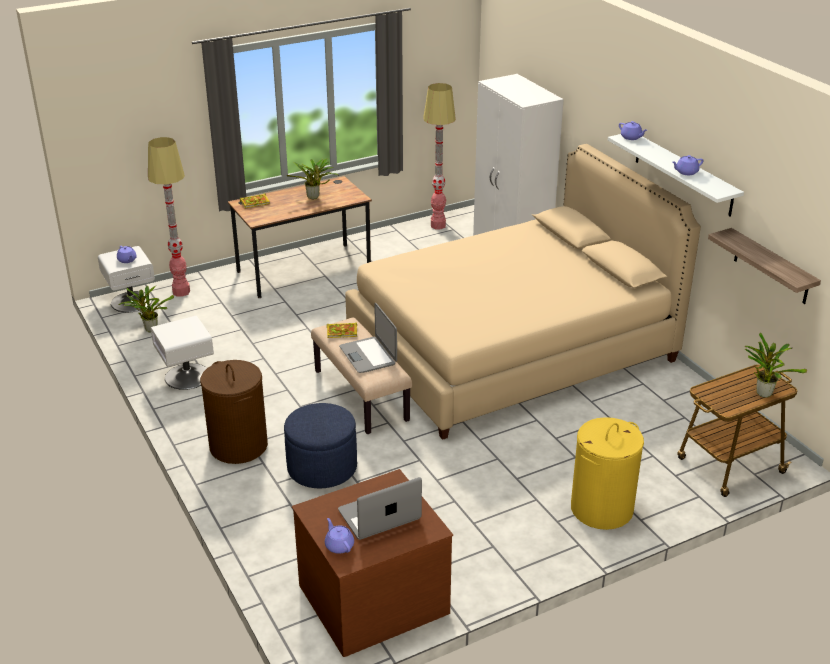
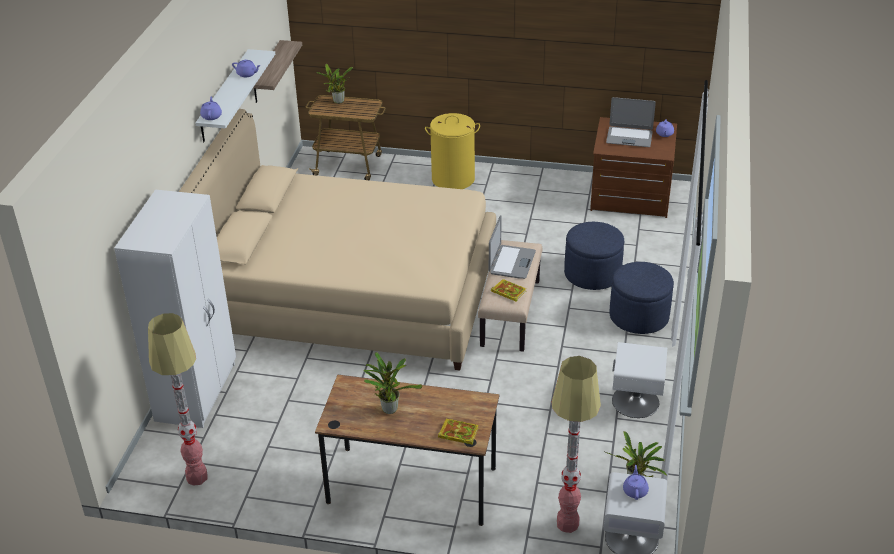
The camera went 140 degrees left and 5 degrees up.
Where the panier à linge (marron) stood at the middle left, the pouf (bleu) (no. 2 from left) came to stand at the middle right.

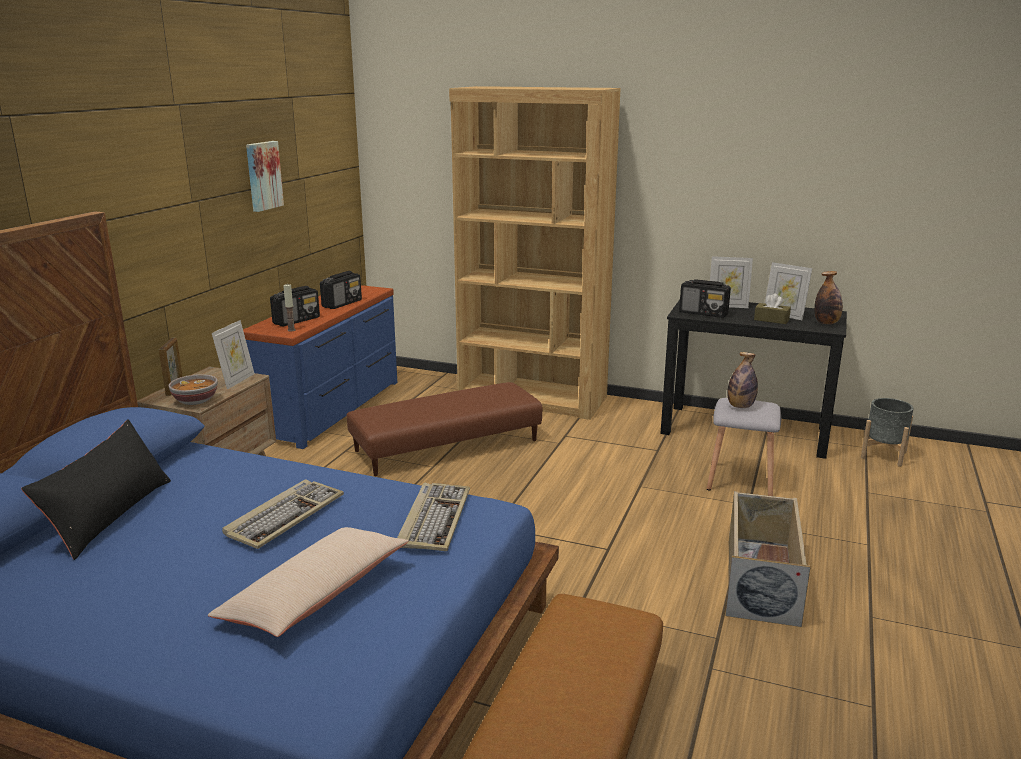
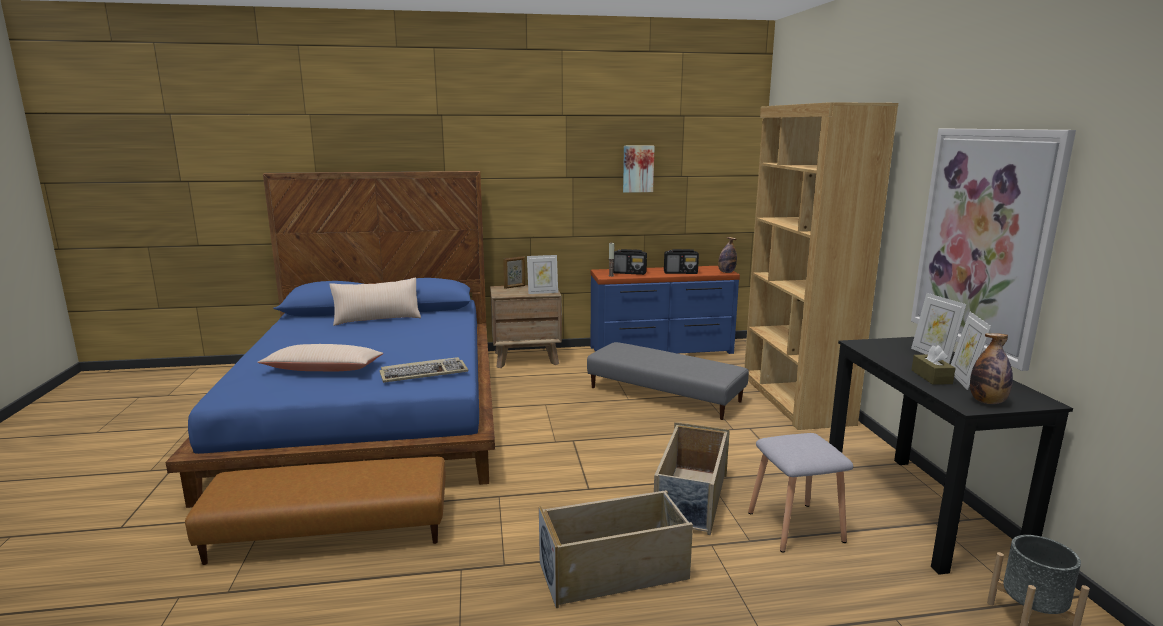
The camera went 60 degrees right and 5 degrees down.
The second view lost the radio (no. 3 from left) at the middle right.
The bouteille (no. 1 from left) ended up elsewhere, having gone from the middle right to the centre.
The second view lost the bol at the middle left.
What was the pouf (marron) (no. 1 from left) at the centre turned into the pouf (gris) at the centre.
What was the coussin (noir) at the middle left turned into the coussin (beige) (no. 2 from left) at the middle left.
The second view lost the clavier (no. 1 from left) at the bottom left.
The second view gained the tableau (no. 2 from left) at the middle right.
The second view gained the boîte de rangement (beige) (no. 2 from left) at the bottom centre.

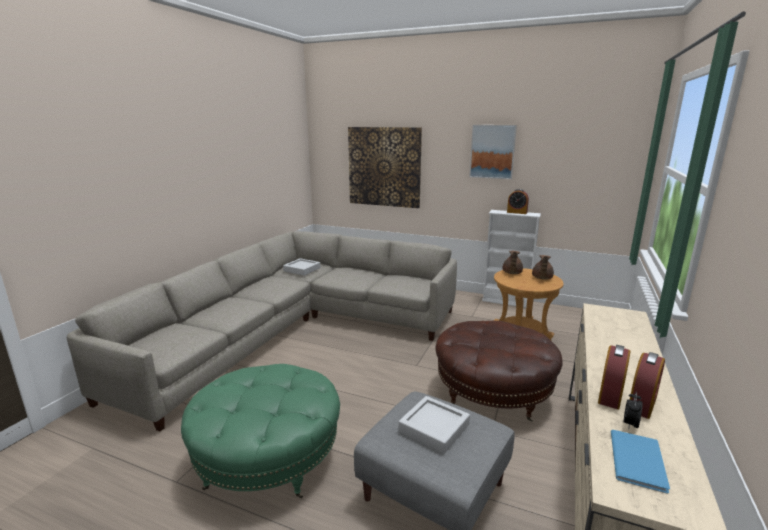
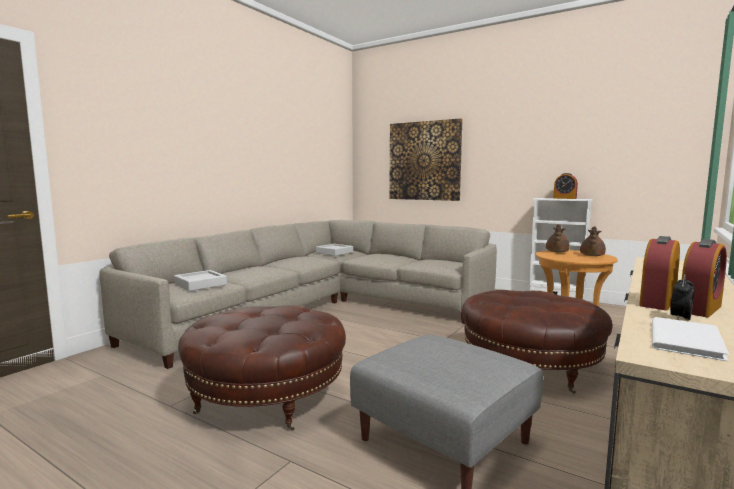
The camera went 10 degrees right and 10 degrees down.
The second view lost the tableau (no. 2 from left) at the top centre.
What was the pouf (vert) at the bottom centre turned into the pouf (marron) (no. 1 from left) at the bottom centre.
The plateau (gris) (no. 2 from left in the first image) ended up elsewhere, having gone from the bottom centre to the middle left.
What was the livre (bleu) at the bottom right turned into the livre (blanc) at the bottom right.

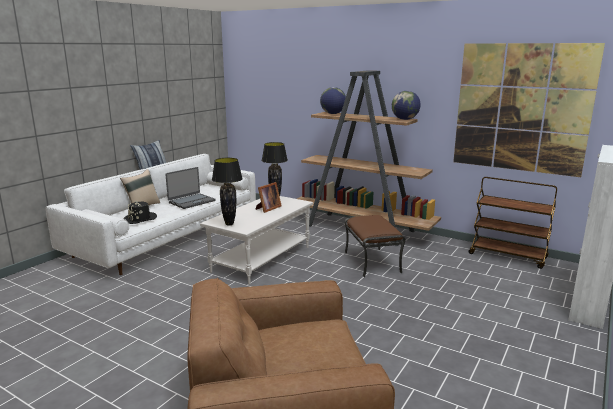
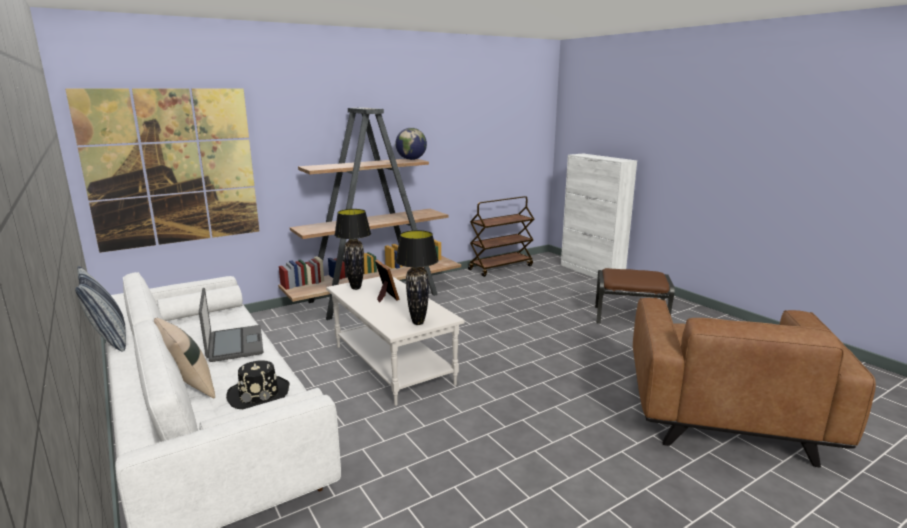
The camera went 65 degrees left and 0 degrees up.
The tableau ended up elsewhere, having gone from the top right to the top left.
The second view lost the globe (no. 1 from left) at the top centre.
The pouf (marron) ended up elsewhere, having gone from the centre to the middle right.

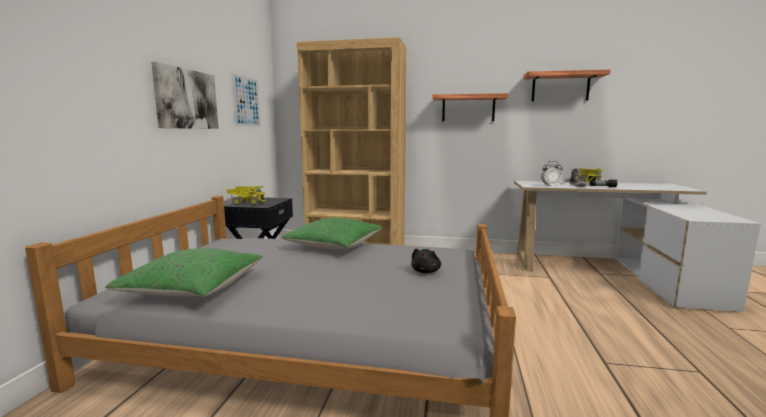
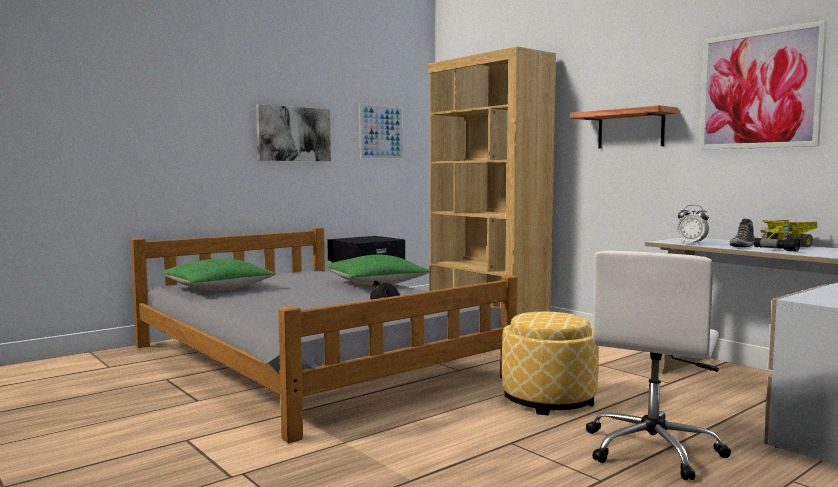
The camera went 40 degrees right and 5 degrees down.
Where the étagère (no. 2 from left) hung at the top right, the tableau (no. 3 from left) came to hang at the top right.
The second view lost the camion jouet (no. 1 from left) at the middle left.
The second view gained the chaise de bureau (blanc) at the bottom right.
The second view gained the pouf at the bottom centre.

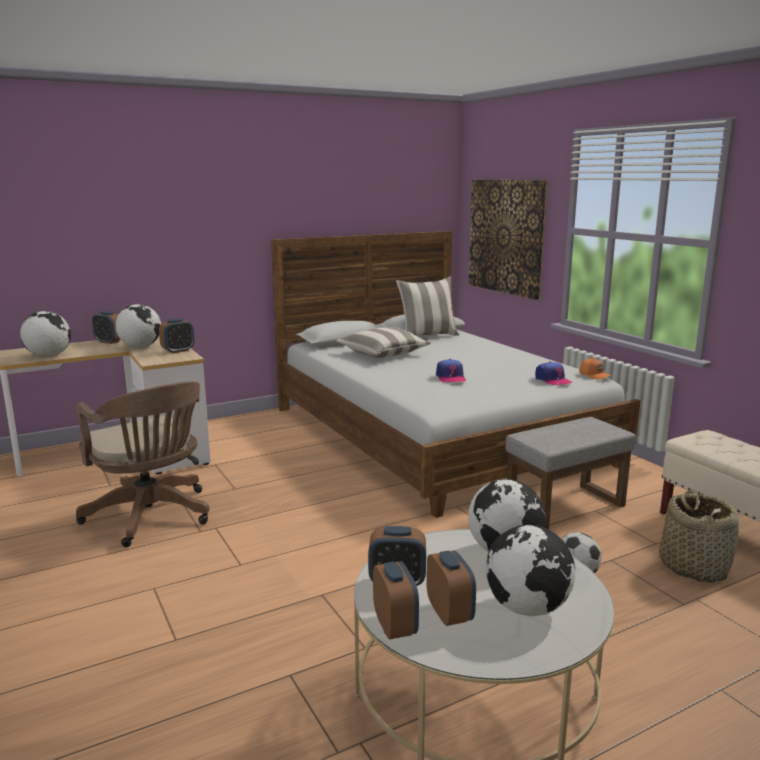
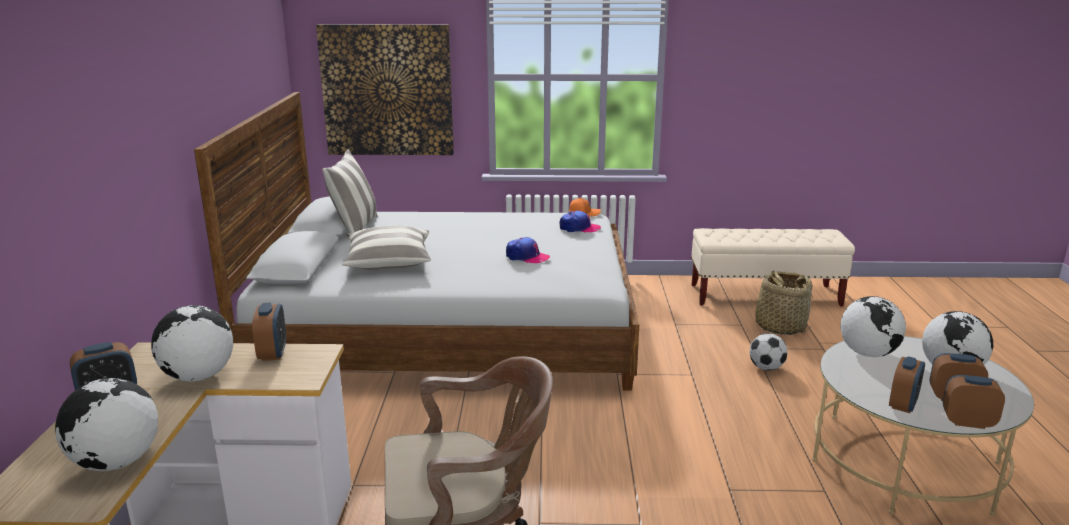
The camera went 60 degrees left and 5 degrees up.
The second view lost the pouf (gris) at the middle right.

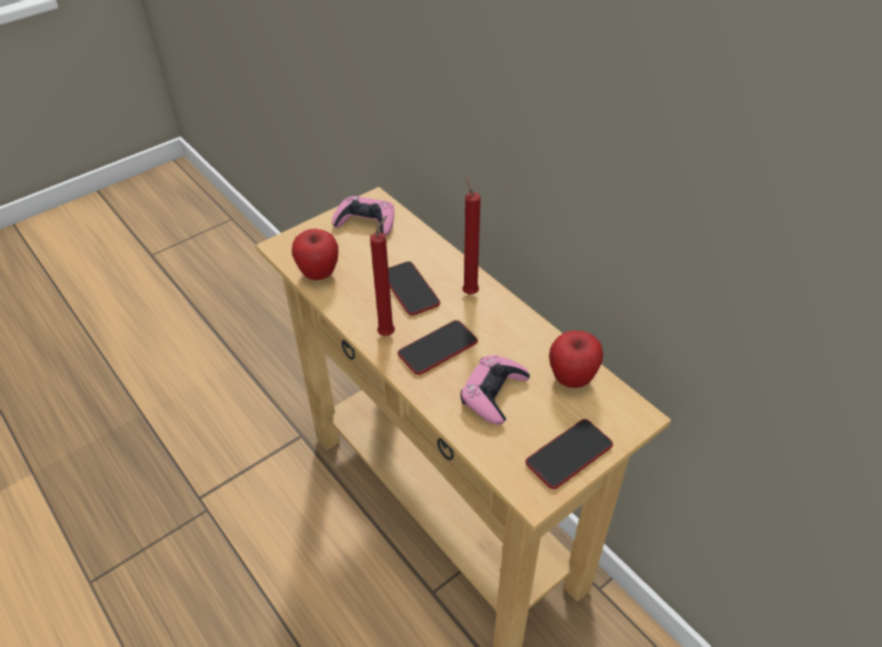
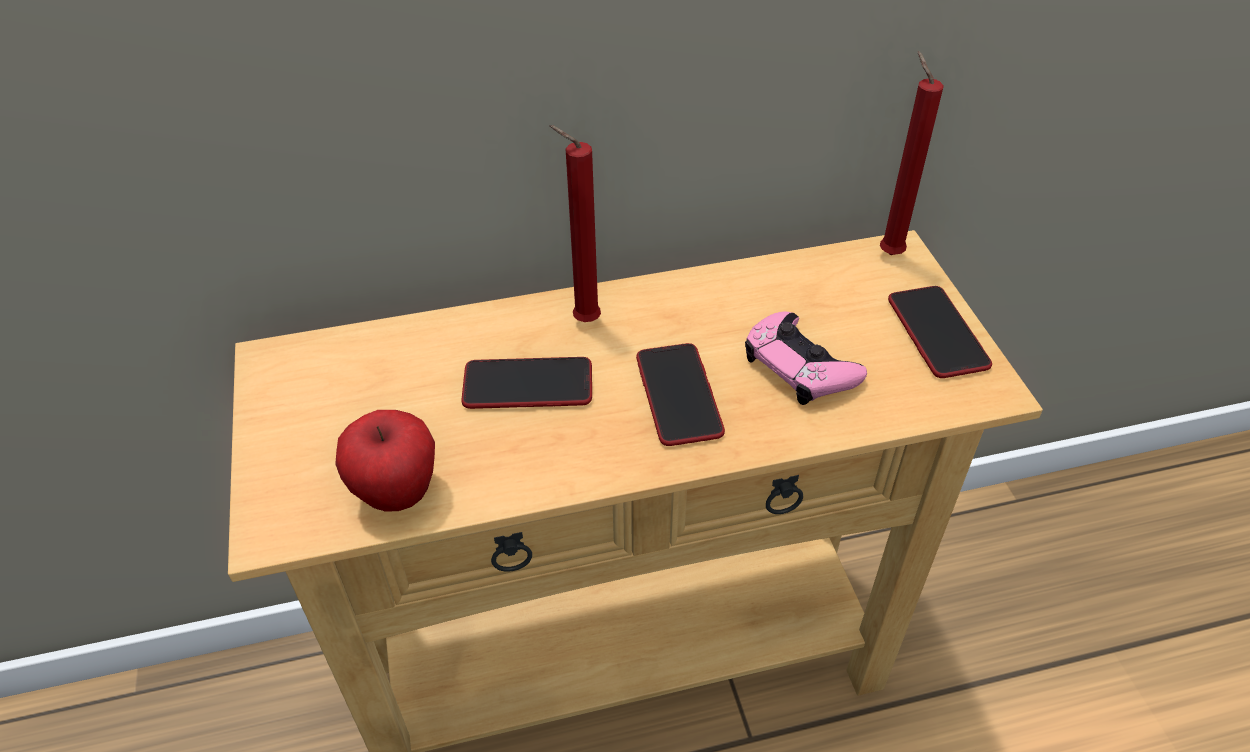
The camera went 65 degrees left and 0 degrees up.
The second view lost the manette (rose) (no. 1 from left) at the centre.
The bougie (rouge) (no. 1 from left in the first image) ended up elsewhere, having gone from the centre to the top right.
The second view lost the pomme (no. 2 from left) at the centre.

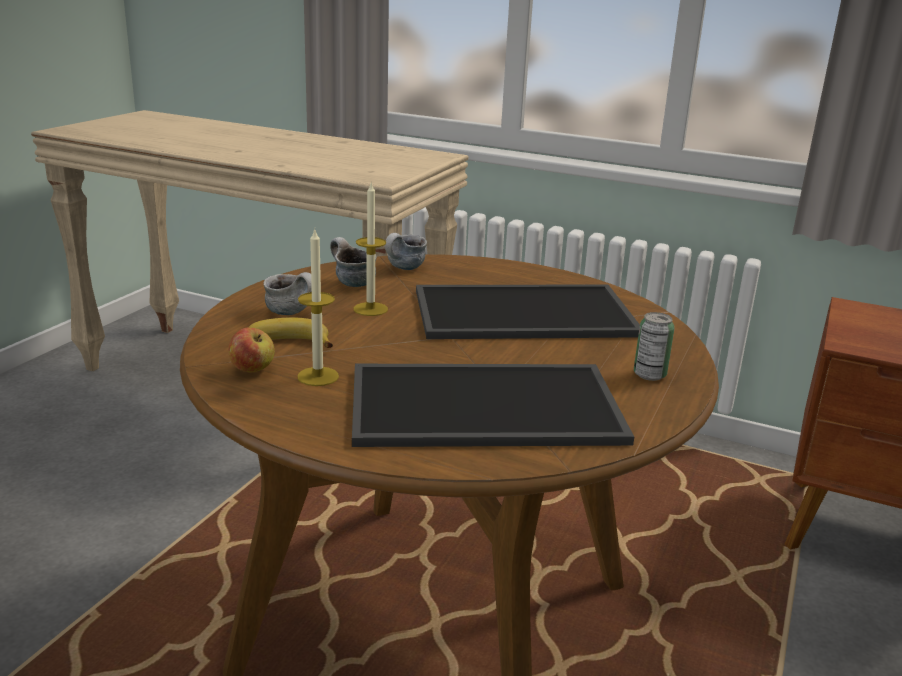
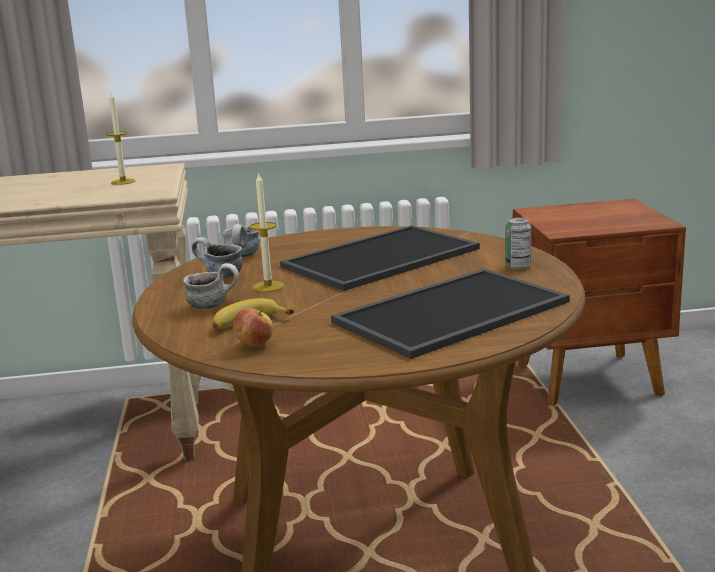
The camera went 30 degrees left and 5 degrees down.
The bougie (no. 1 from left) ended up elsewhere, having gone from the centre to the top left.

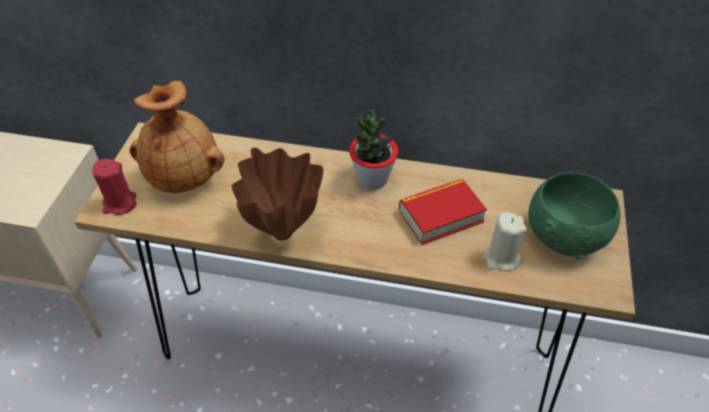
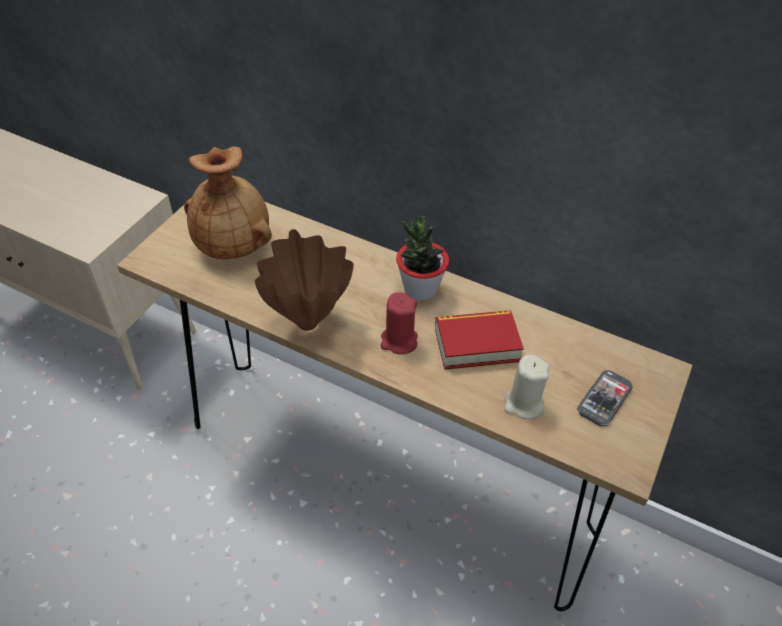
The camera went 15 degrees right and 0 degrees up.
The bougie (rouge) ended up elsewhere, having gone from the middle left to the centre.
Where the bol (vert) stood at the middle right, the téléphone came to stand at the middle right.

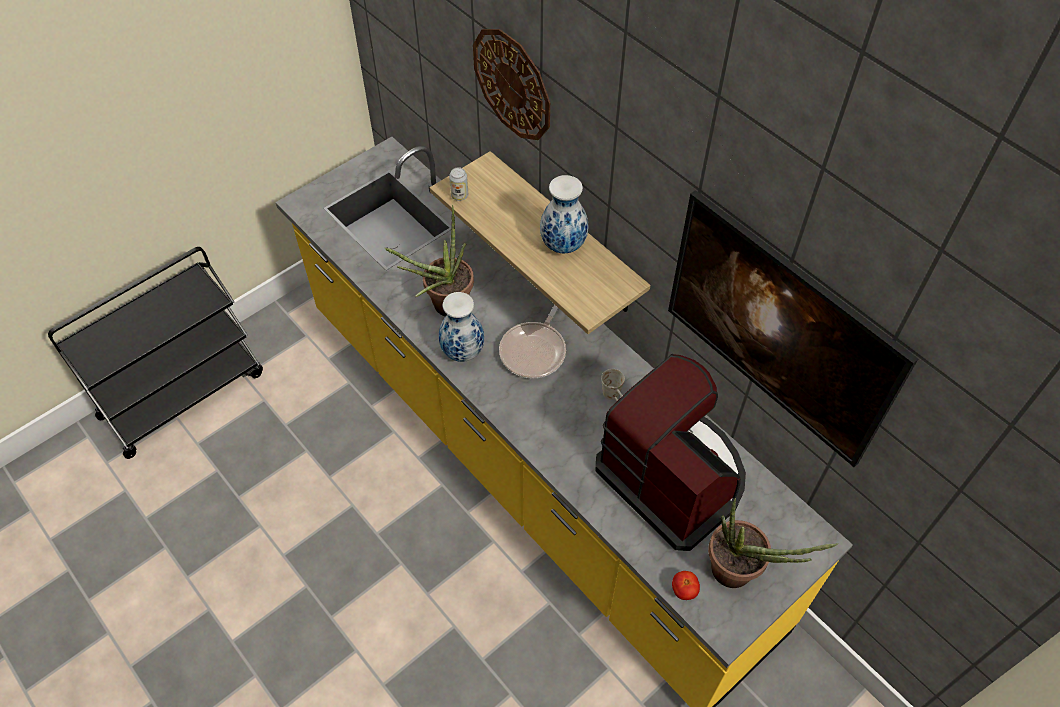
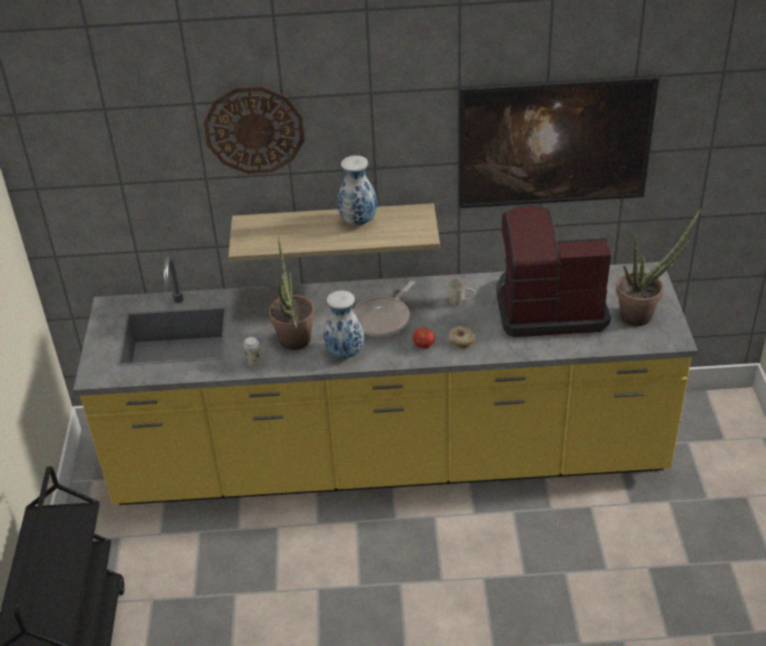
The camera went 50 degrees left and 15 degrees down.
The boîte métallique ended up elsewhere, having gone from the top centre to the middle left.
The poêle at the centre ended up facing another way, 60 degrees clockwise from before.
The tomate ended up elsewhere, having gone from the bottom centre to the centre.
The second view gained the beignet at the centre.

